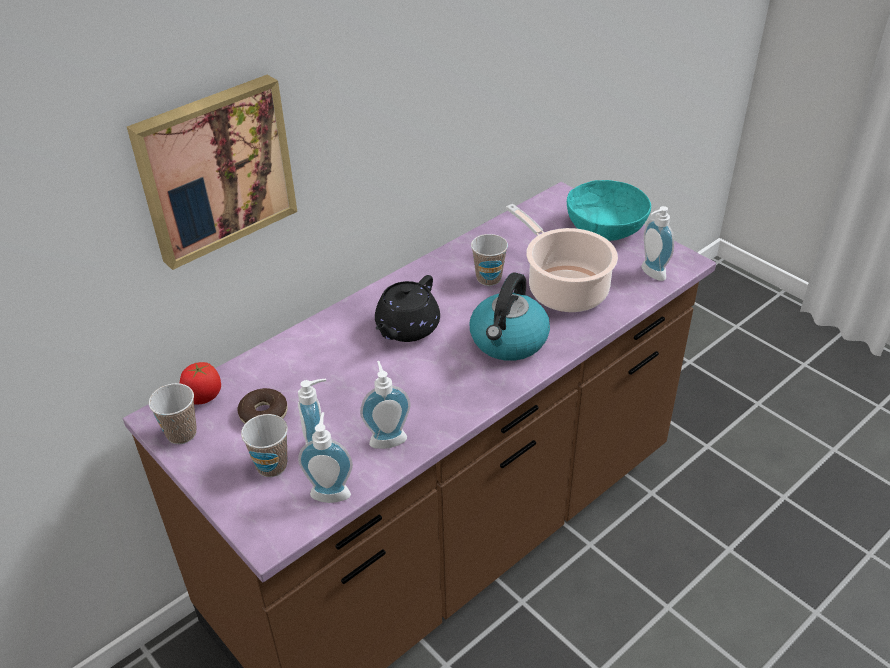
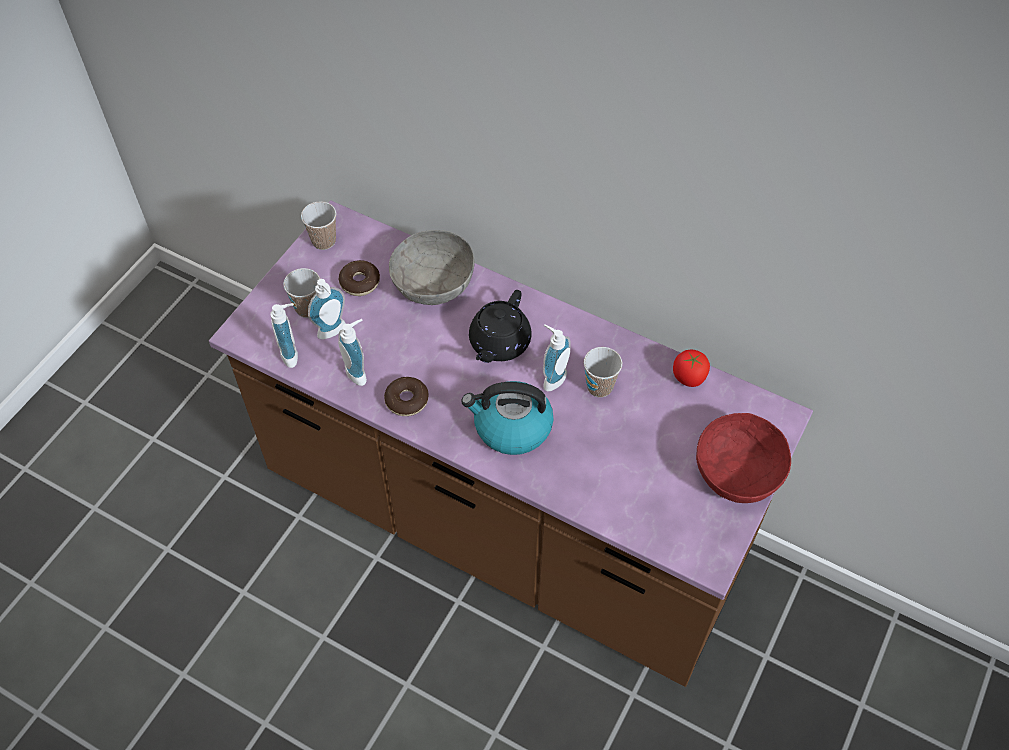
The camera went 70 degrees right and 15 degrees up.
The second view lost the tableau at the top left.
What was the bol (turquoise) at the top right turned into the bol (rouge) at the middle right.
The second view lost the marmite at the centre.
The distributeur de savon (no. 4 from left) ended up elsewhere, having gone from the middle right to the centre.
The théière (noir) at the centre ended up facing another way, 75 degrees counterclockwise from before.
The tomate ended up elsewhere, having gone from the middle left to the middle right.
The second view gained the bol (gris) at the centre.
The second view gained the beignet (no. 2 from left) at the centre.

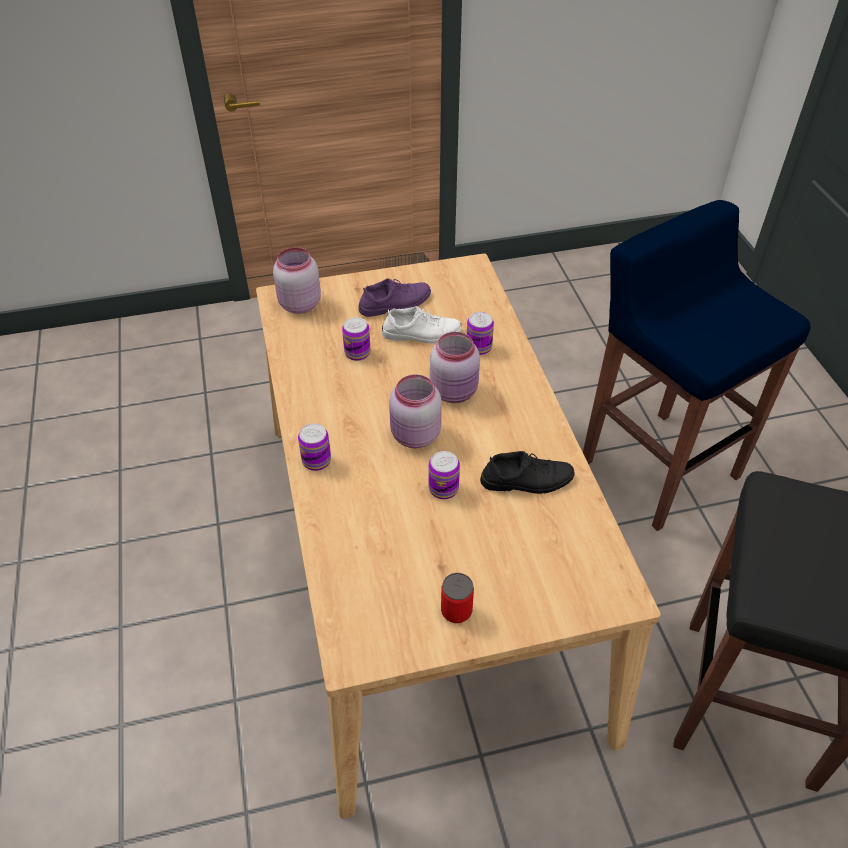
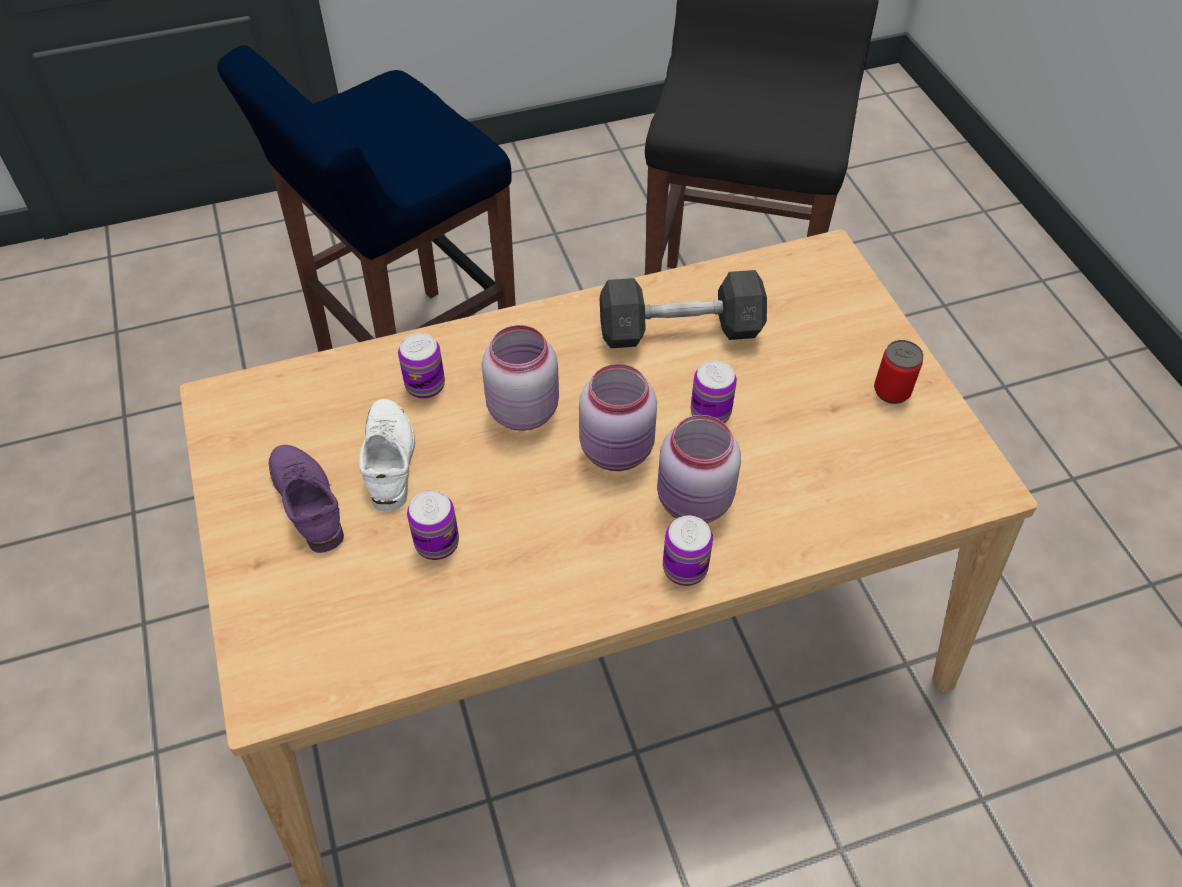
The camera went 95 degrees left and 5 degrees up.
The bocal (rose) (no. 1 from left in the first image) ended up elsewhere, having gone from the top centre to the centre.
Where the chaussure (noir) stood at the centre, the haltère (gris) came to stand at the centre.

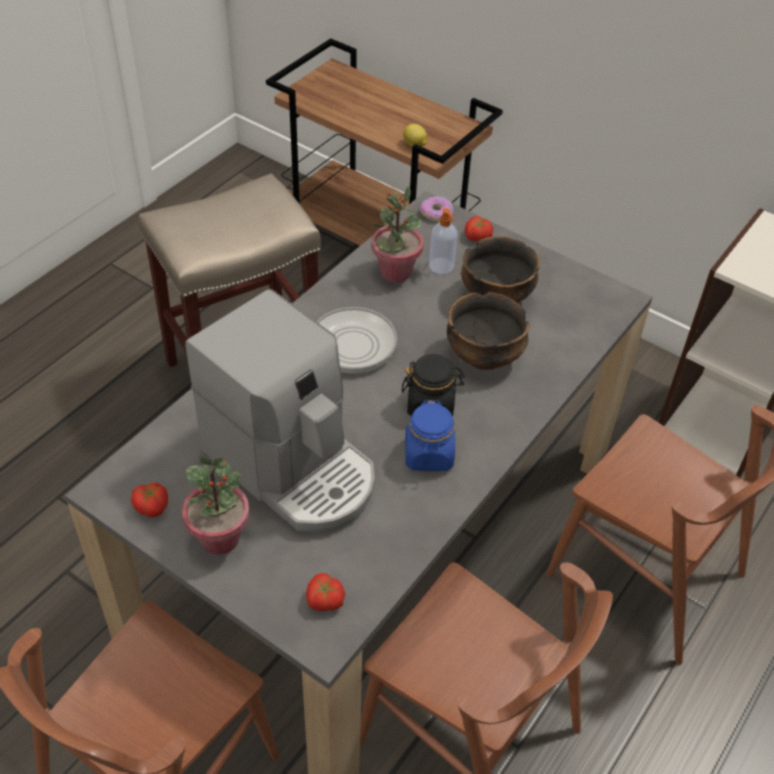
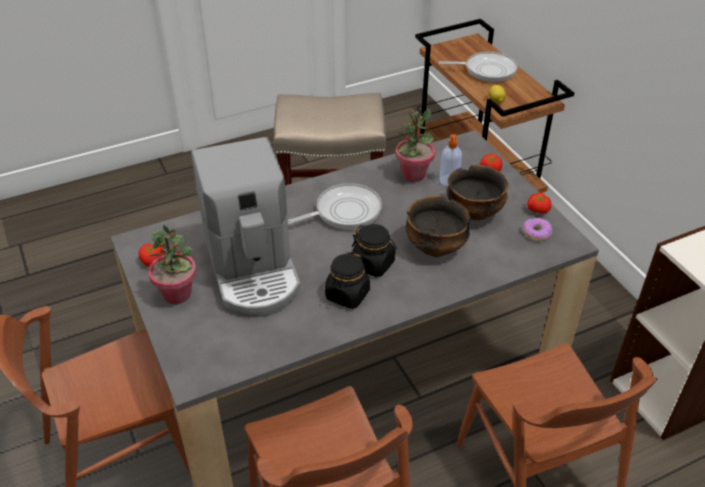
The camera went 30 degrees right and 5 degrees down.
The beignet ended up elsewhere, having gone from the top centre to the middle right.
What was the bocal (bleu) at the centre turned into the bocal (noir) (no. 1 from left) at the centre.
The tomate (no. 2 from left in the first image) ended up elsewhere, having gone from the bottom centre to the middle right.
The second view gained the poêle (no. 2 from left) at the top right.

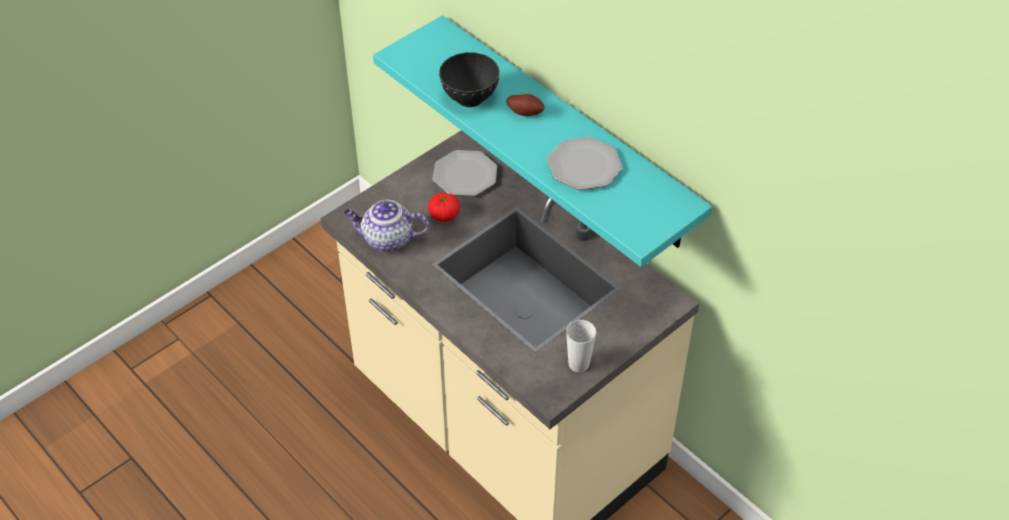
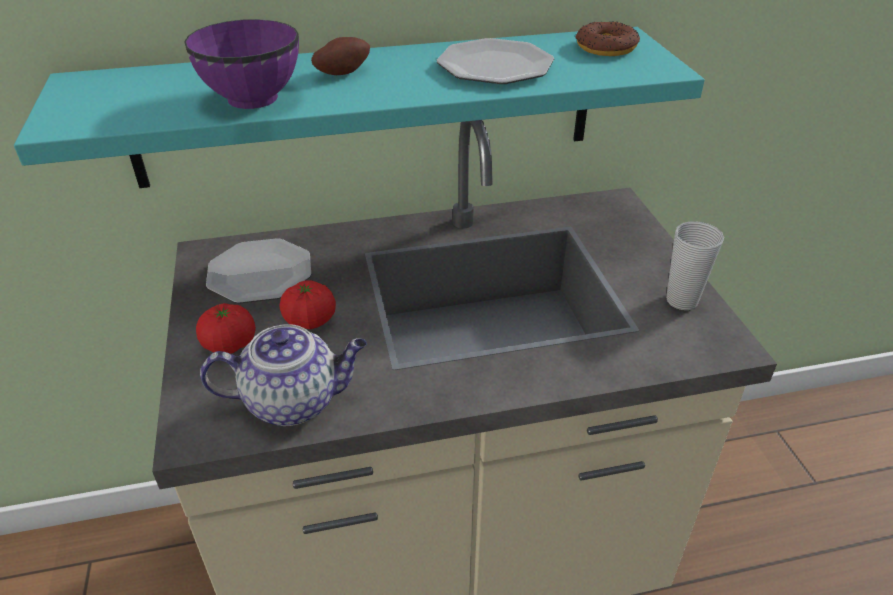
The camera went 60 degrees left and 10 degrees down.
What was the bol (noir) at the top centre turned into the bol (violet) at the top left.
The théière at the centre ended up facing another way, 135 degrees counterclockwise from before.
The second view gained the beignet at the top right.
The second view gained the tomate (no. 1 from left) at the middle left.

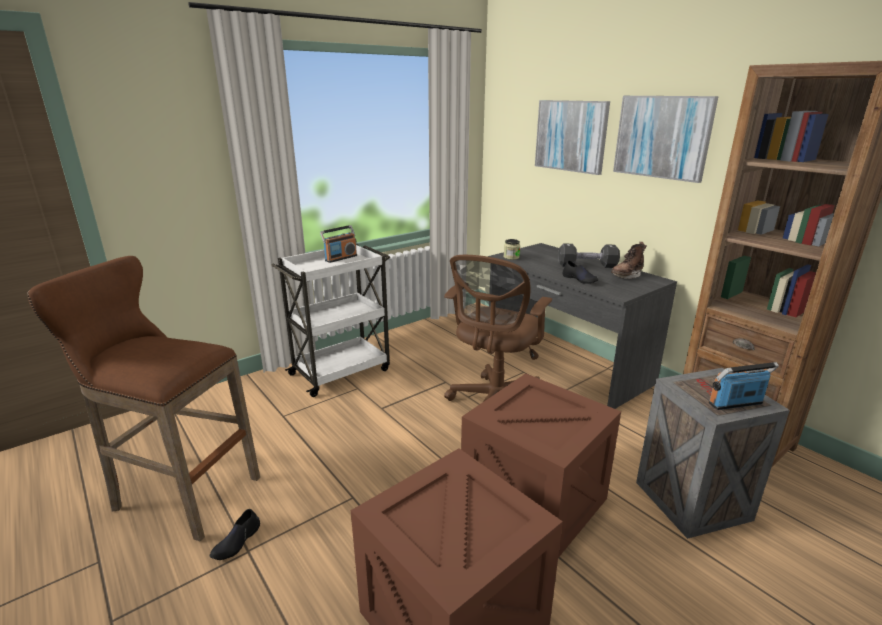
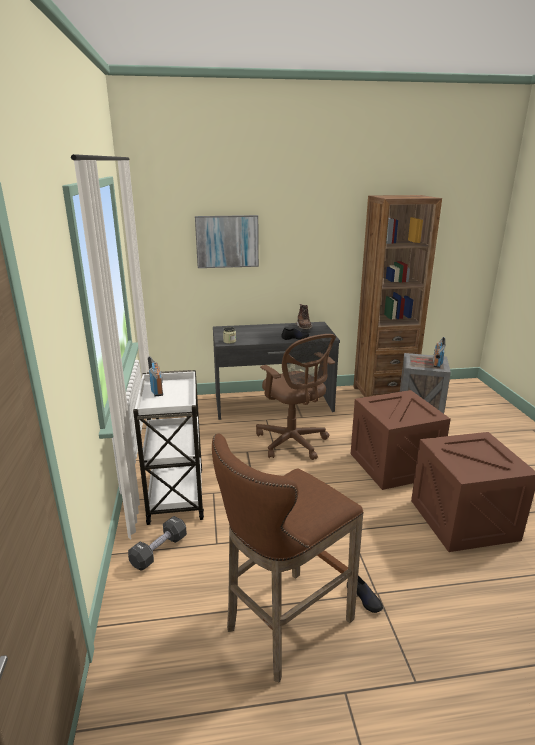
The camera went 60 degrees left and 0 degrees up.
The second view lost the tableau (no. 2 from left) at the top right.
The haltère (noir) ended up elsewhere, having gone from the middle right to the bottom left.

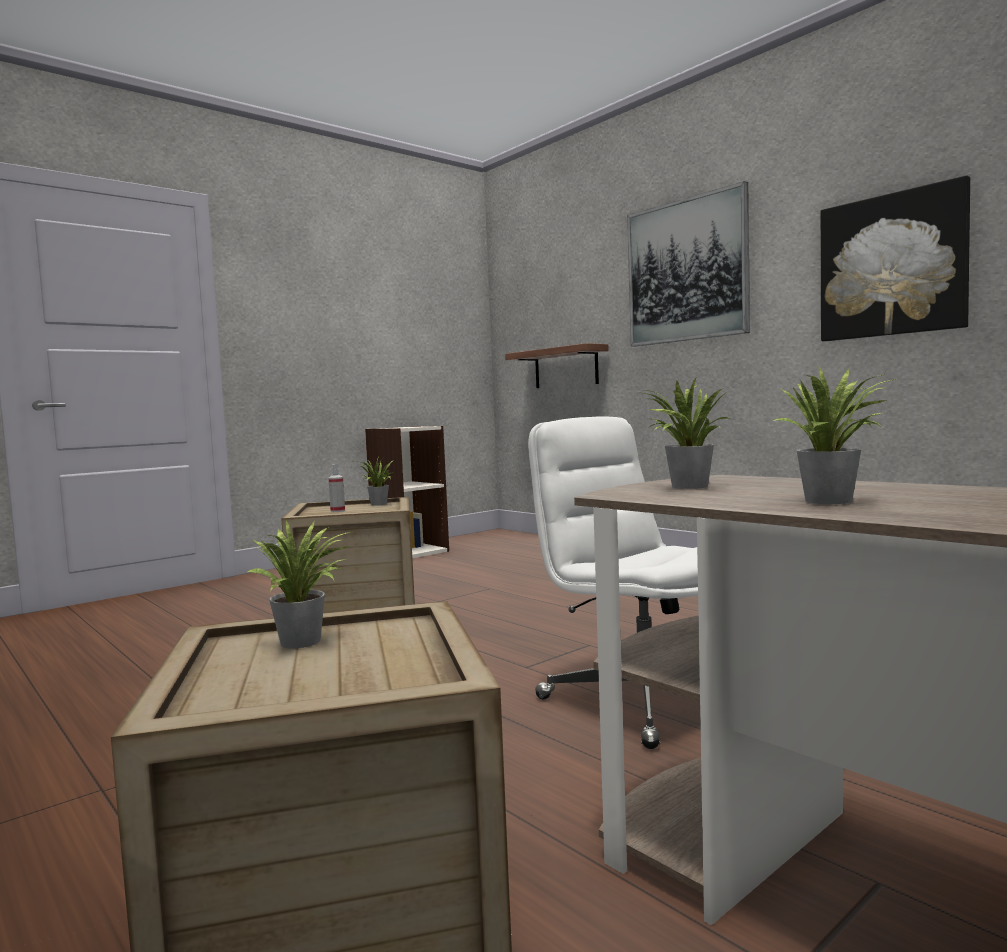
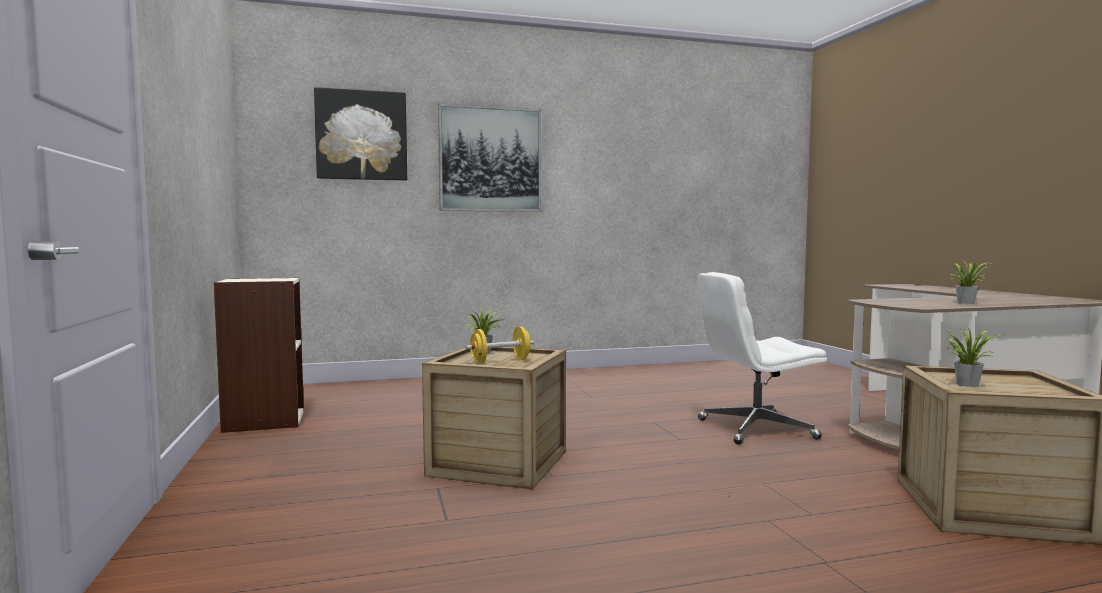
The camera went 65 degrees left and 0 degrees up.
The tableau (no. 2 from left in the first image) ended up elsewhere, having gone from the top right to the top left.
The second view lost the étagère at the centre.
The second view lost the plante en pot (no. 3 from left) at the middle right.
Where the vaporisateur stood at the centre, the haltère (jaune) came to stand at the centre.

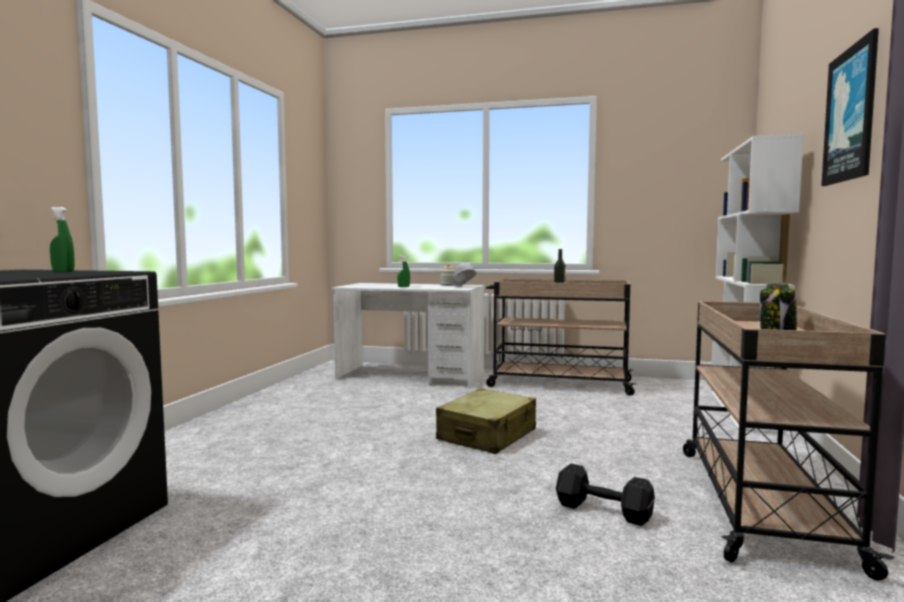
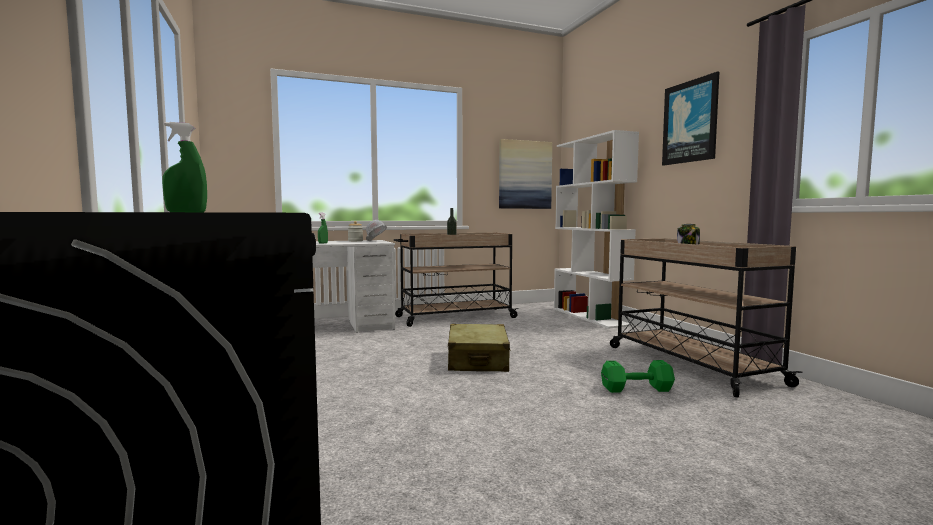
The camera went 35 degrees left and 0 degrees up.
What was the haltère (noir) at the bottom right turned into the haltère (vert) at the bottom right.
The second view gained the tableau (no. 1 from left) at the top centre.

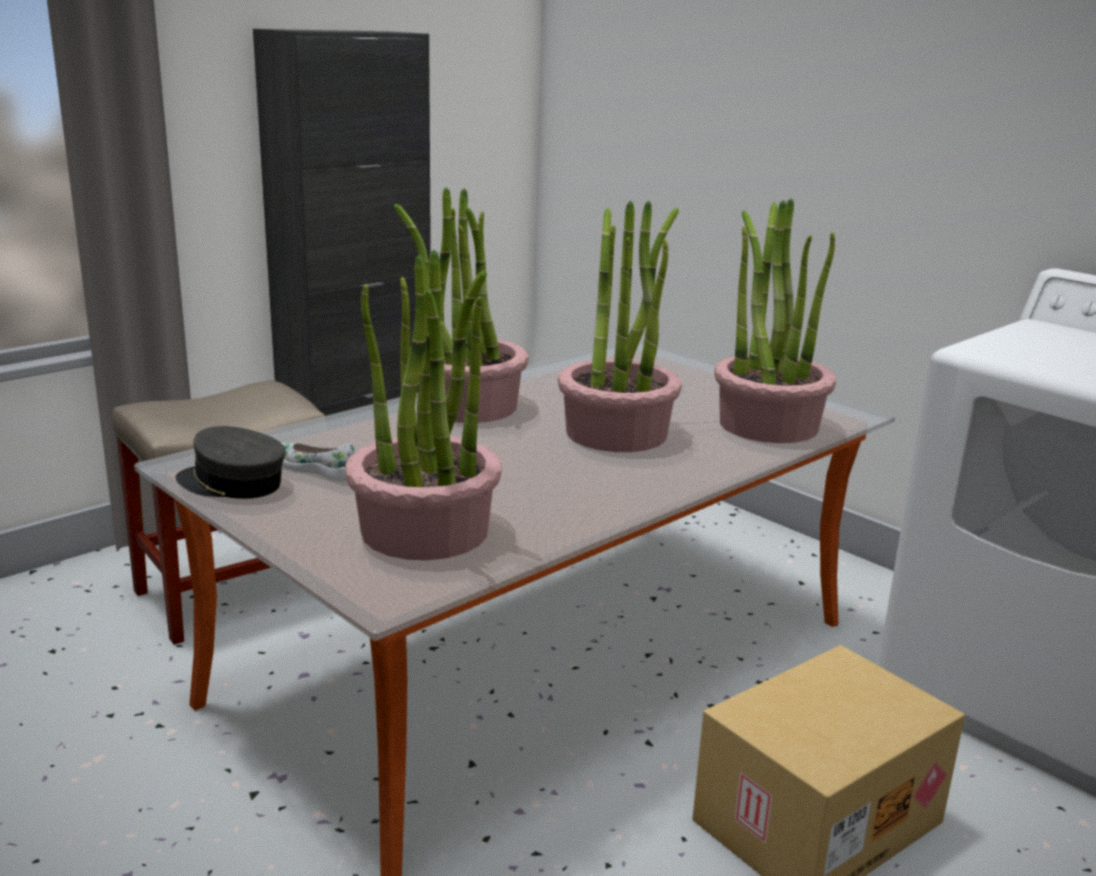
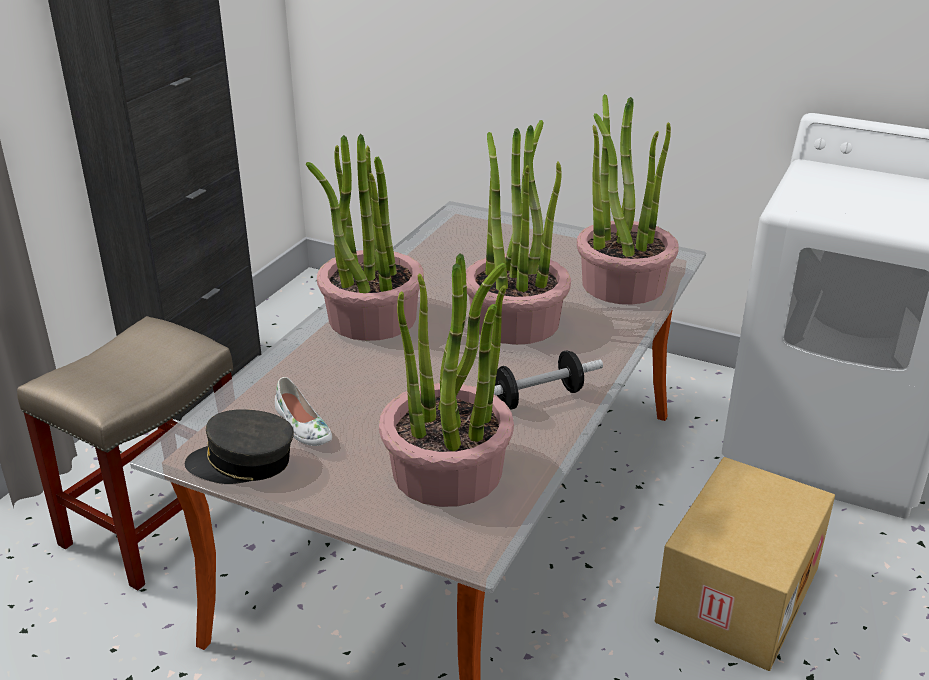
The camera went 20 degrees left and 10 degrees up.
The chaussure (blanc) at the middle left ended up facing another way, 135 degrees counterclockwise from before.
The second view gained the haltère at the centre.

